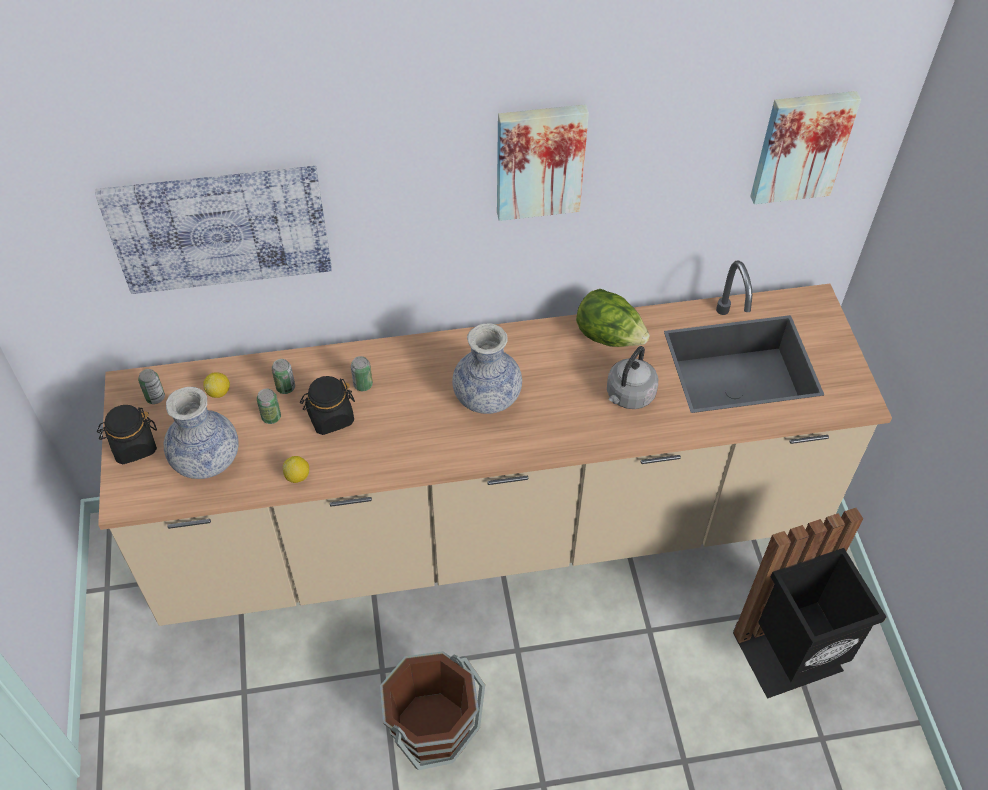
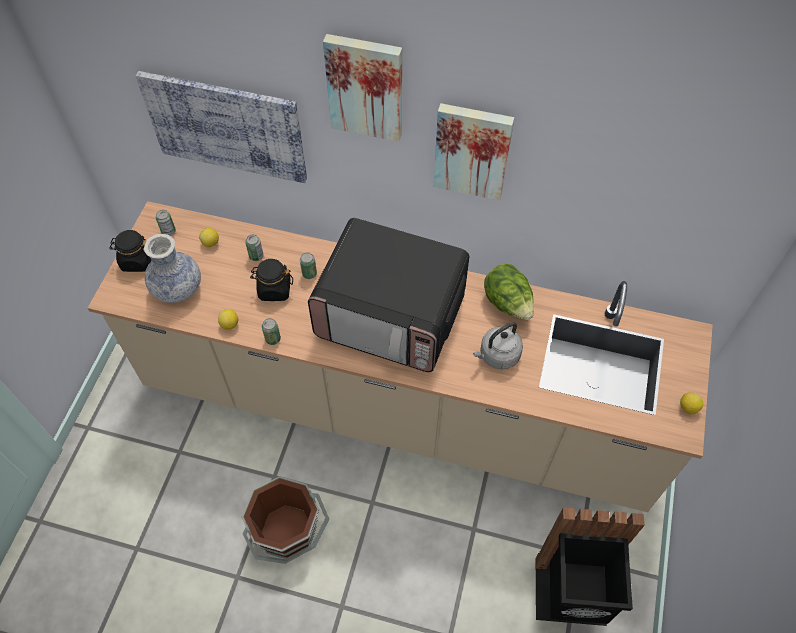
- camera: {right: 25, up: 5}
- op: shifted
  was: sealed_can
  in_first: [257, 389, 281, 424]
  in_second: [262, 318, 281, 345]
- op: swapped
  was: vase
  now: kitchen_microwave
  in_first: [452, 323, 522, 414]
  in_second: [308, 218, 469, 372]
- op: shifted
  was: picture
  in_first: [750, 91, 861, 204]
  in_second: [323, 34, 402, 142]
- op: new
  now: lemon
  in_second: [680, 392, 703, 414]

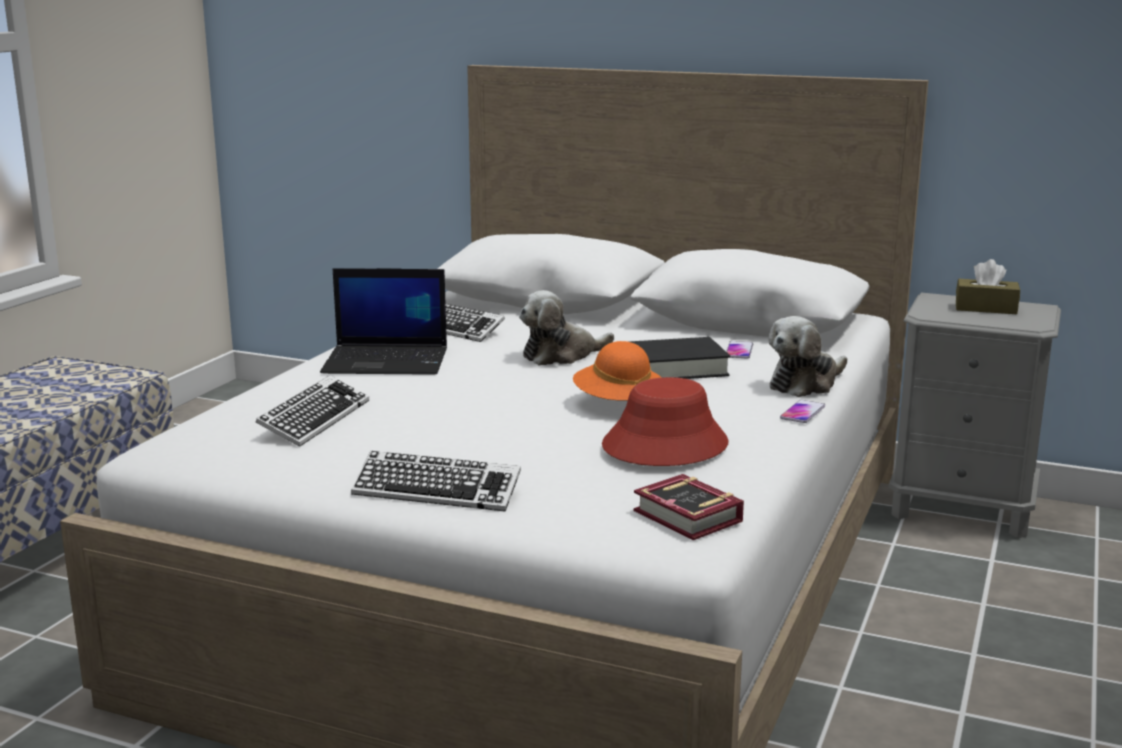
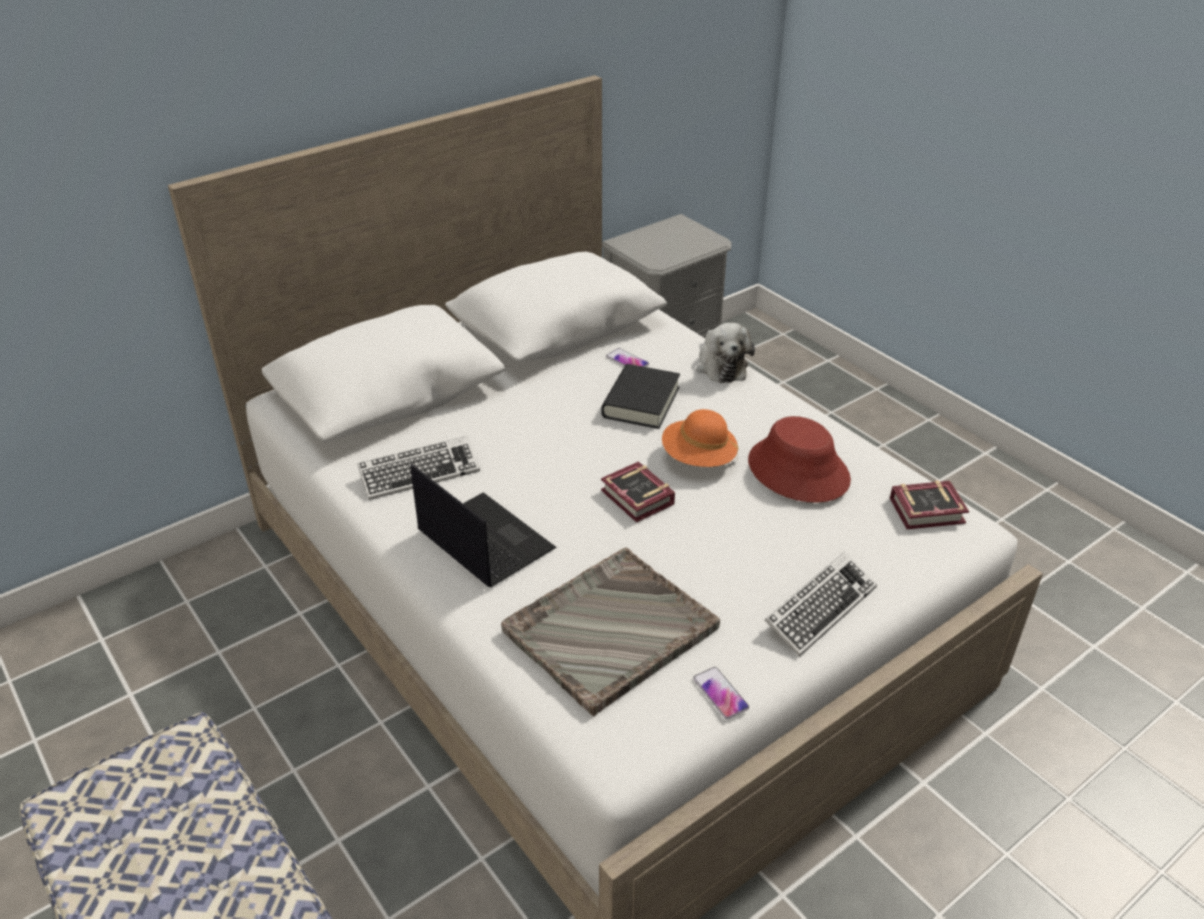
- camera: {right: -60, up: 20}
- op: swapped
  was: keyboard
  now: gray_serving_tray
  in_first: [256, 375, 369, 447]
  in_second: [501, 548, 720, 716]
- op: rotated
  was: laptop
  in_first: [320, 268, 447, 375]
  in_second: [410, 464, 556, 587]
  clockwise: -75
- op: gone
  was: cuddly_toy
  in_first: [519, 290, 614, 365]
- op: shifted
  was: telephone
  in_first: [780, 400, 825, 423]
  in_second: [693, 667, 749, 719]
- op: gone
  was: brownish_tissue_holder
  in_first: [956, 259, 1020, 314]
- op: new
  now: volume
  in_second: [601, 461, 675, 523]

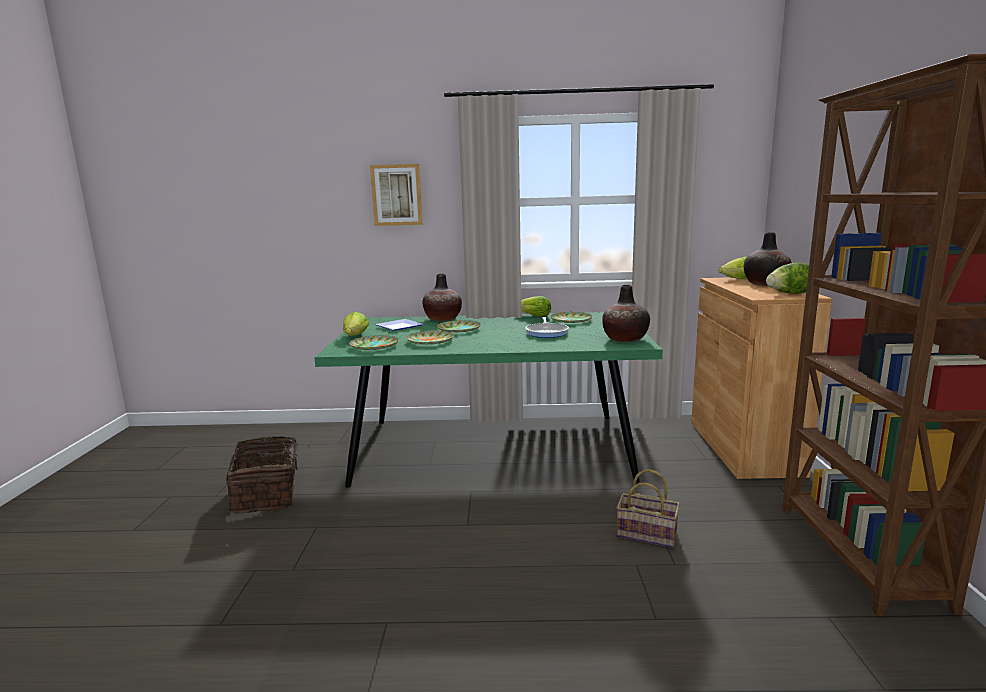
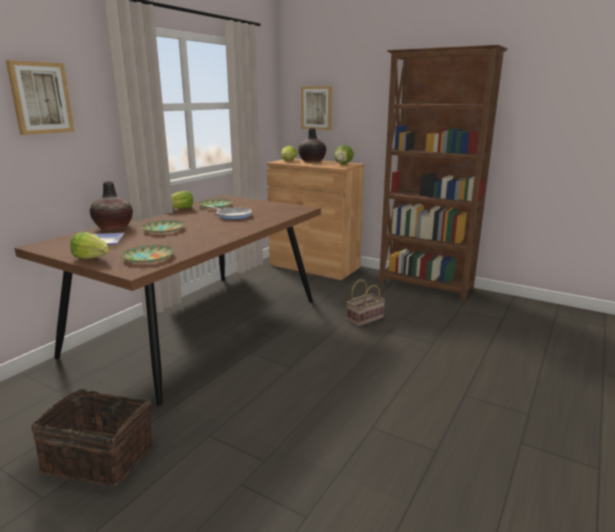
- camera: {right: -60, up: 5}
- op: repainted
  was: greenish_kitchen_table
  now: brownish_kitchen_table
  in_first: [314, 312, 663, 488]
  in_second: [14, 195, 321, 406]
- op: gone
  was: dinner_plate
  in_first: [406, 331, 454, 345]
- op: gone
  was: vase
  in_first: [602, 285, 650, 342]
- op: new
  now: picture
  in_second: [301, 86, 332, 130]

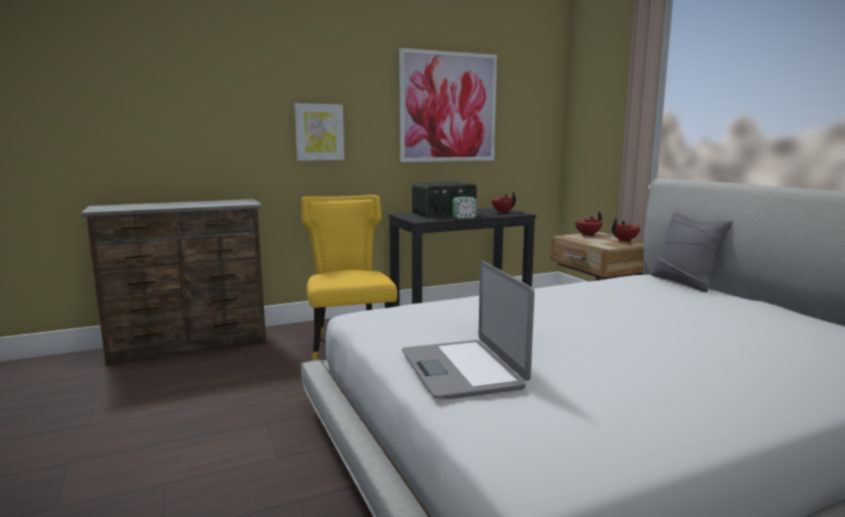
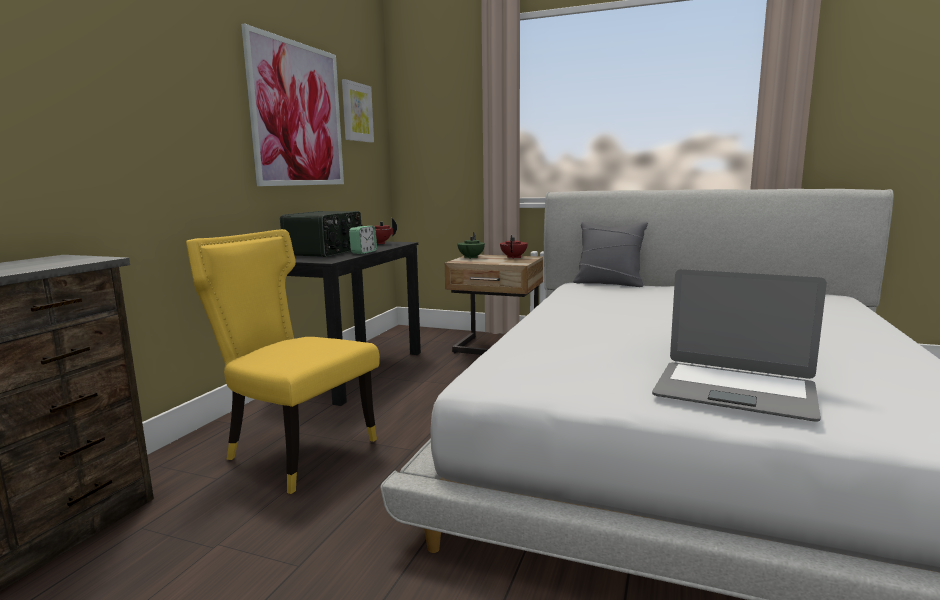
- camera: {right: -45, up: 0}
- op: shifted
  was: picture
  in_first: [294, 103, 344, 161]
  in_second: [342, 79, 374, 142]
- op: repainted
  was: red_pot_for_tea
  now: greenish_pot_for_tea
  in_first: [574, 211, 603, 236]
  in_second: [457, 232, 485, 259]

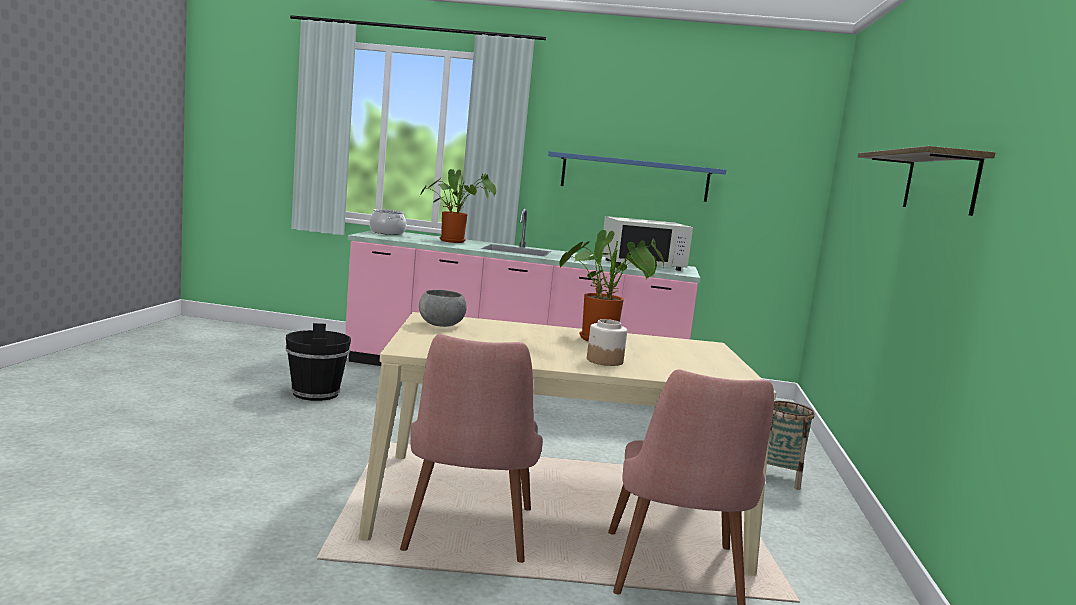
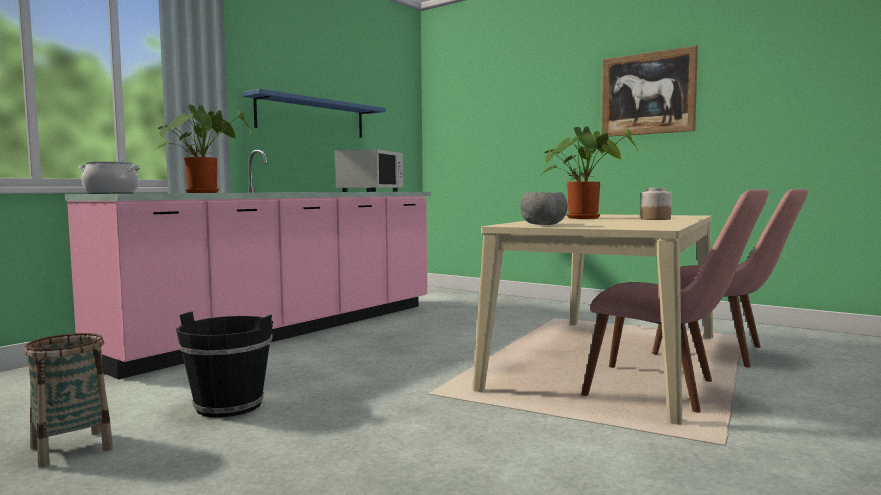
- camera: {right: -60, up: -5}
- op: shifted
  was: basket
  in_first: [767, 401, 815, 490]
  in_second: [24, 333, 113, 467]
- op: swapped
  was: bracket_shelf
  now: picture
  in_first: [858, 146, 995, 216]
  in_second: [602, 46, 698, 137]

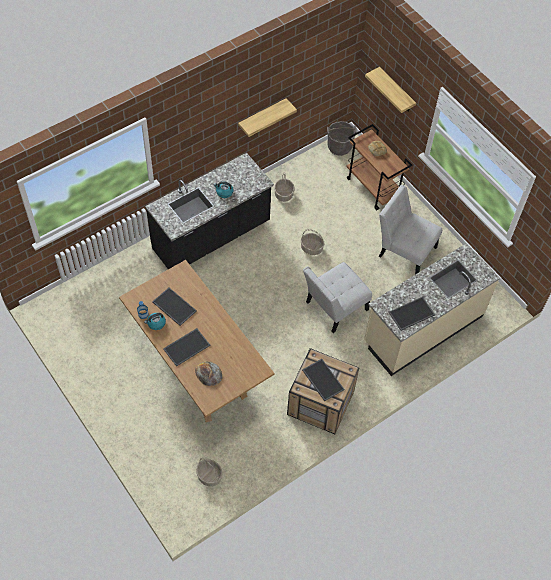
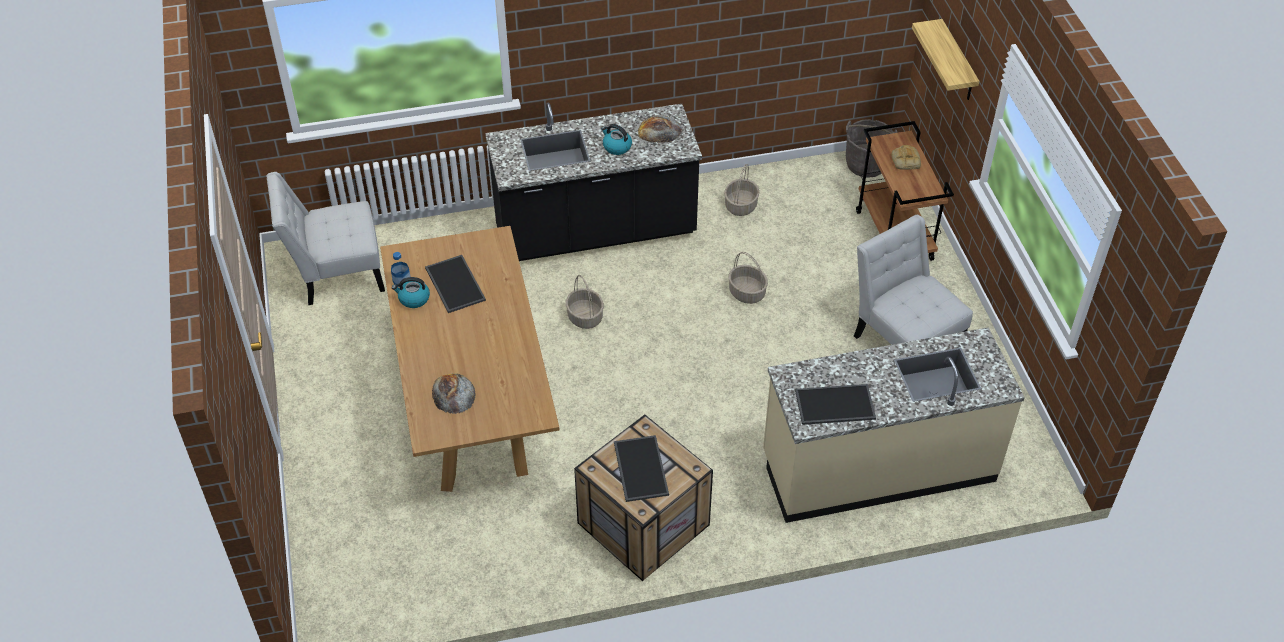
- camera: {right: 25, up: -10}
- op: gone
  was: serving_tray
  in_first: [163, 328, 210, 367]
- op: shifted
  was: basket
  in_first: [196, 458, 222, 487]
  in_second: [566, 275, 604, 329]
- op: gone
  was: bracket_shelf
  in_first: [238, 98, 297, 137]
- op: shifted
  was: whitish_plain_chair
  in_first: [303, 262, 372, 333]
  in_second: [267, 172, 385, 305]
- op: new
  now: bread
  in_second: [638, 115, 682, 143]

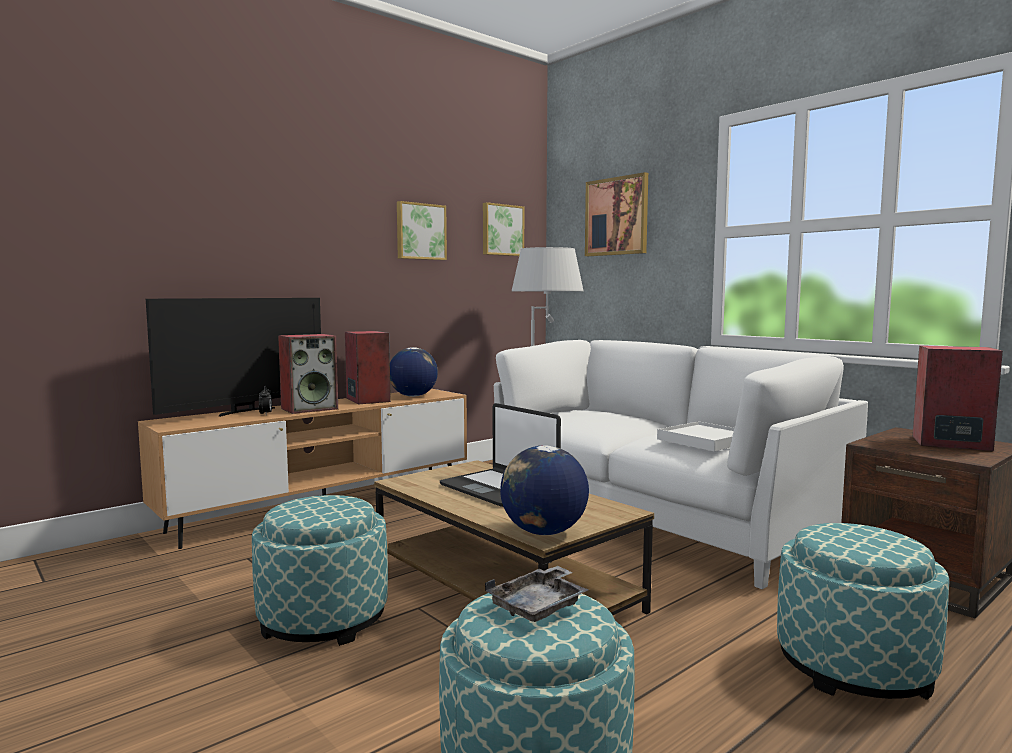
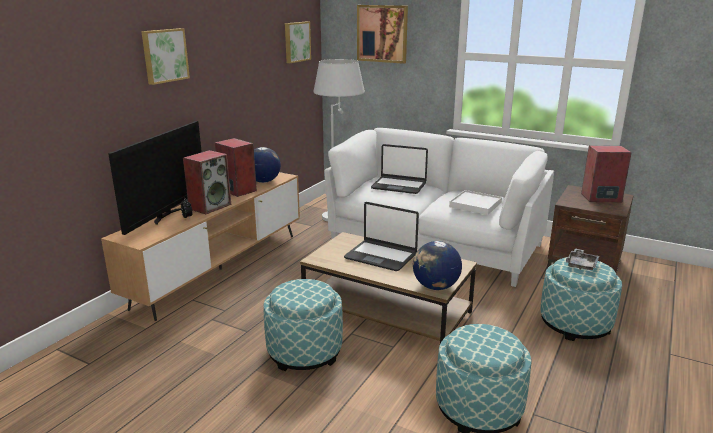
- camera: {right: -20, up: 15}
- op: shifted
  was: picture
  in_first: [397, 201, 447, 260]
  in_second: [141, 28, 190, 85]
- op: shifted
  was: gray_serving_tray
  in_first: [485, 566, 589, 622]
  in_second: [566, 248, 599, 270]
- op: new
  now: laptop
  in_second: [371, 144, 428, 194]

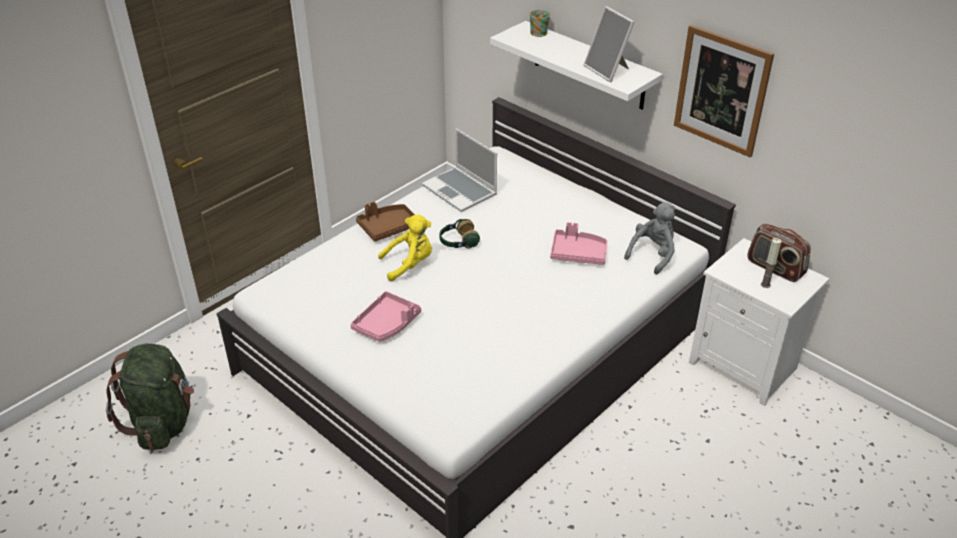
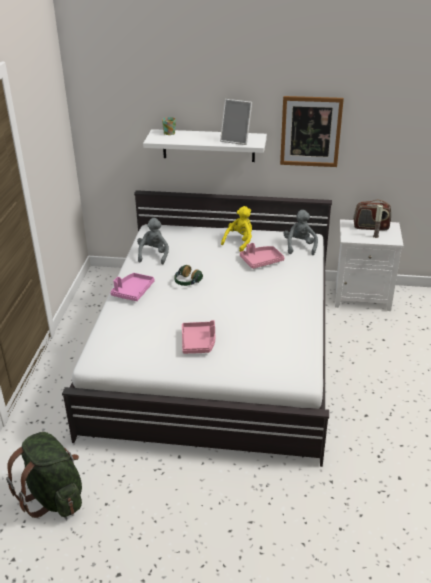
- camera: {right: -35, up: -5}
- op: repainted
  was: brownish_serving_tray
  now: pink-coloured_serving_tray
  in_first: [356, 202, 415, 242]
  in_second: [110, 273, 154, 301]
- op: shifted
  was: yellowish_cuddly_toy
  in_first: [378, 214, 432, 281]
  in_second: [221, 206, 252, 252]
- op: swapped
  was: laptop
  now: gray_cuddly_toy
  in_first: [422, 128, 497, 212]
  in_second: [137, 218, 169, 264]

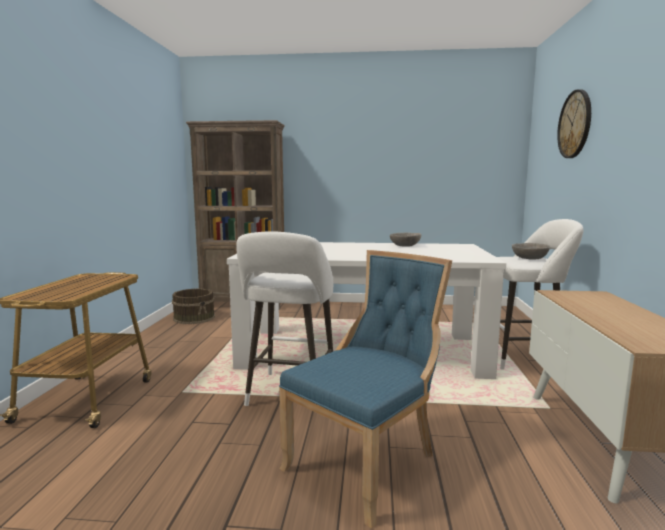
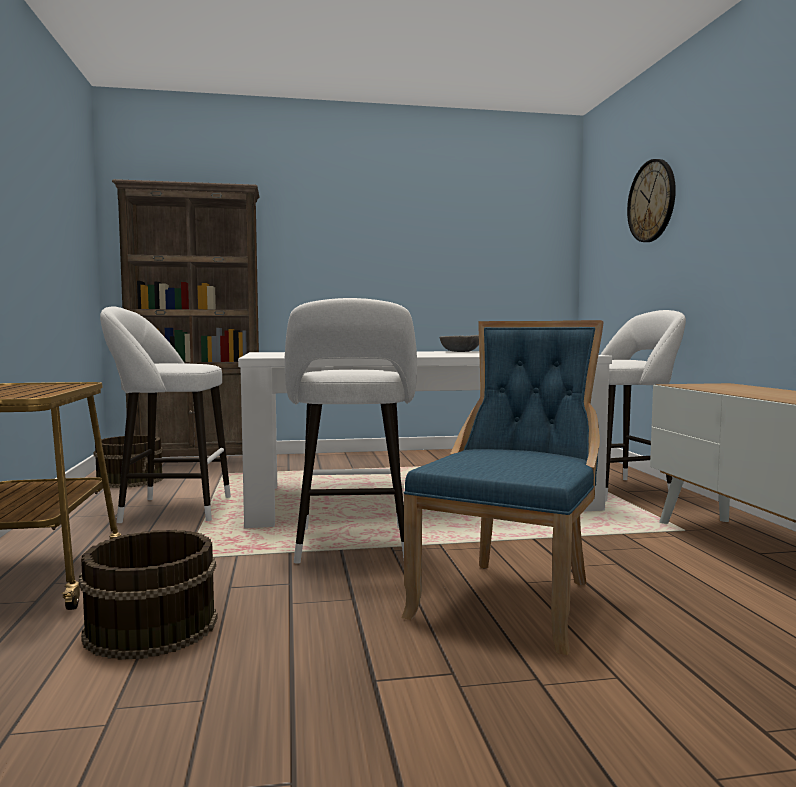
- camera: {right: -15, up: -5}
- op: gone
  was: gray_serving_bowl
  in_first: [512, 243, 550, 259]
- op: new
  now: brownish_water_bucket
  in_second: [79, 530, 218, 660]
- op: new
  now: whitish_sitting_stool
  in_second: [100, 306, 231, 523]

